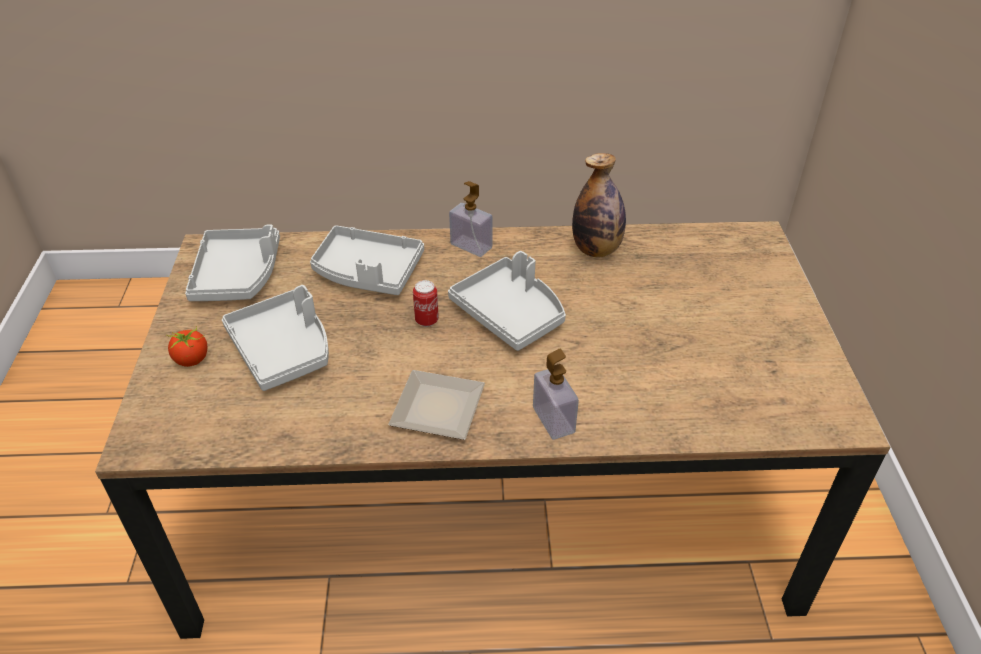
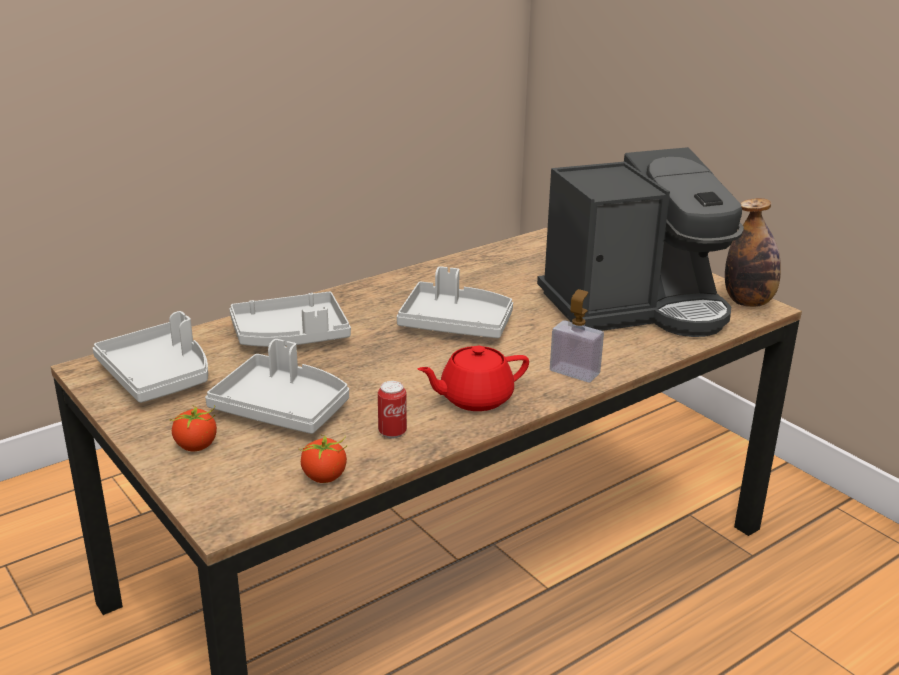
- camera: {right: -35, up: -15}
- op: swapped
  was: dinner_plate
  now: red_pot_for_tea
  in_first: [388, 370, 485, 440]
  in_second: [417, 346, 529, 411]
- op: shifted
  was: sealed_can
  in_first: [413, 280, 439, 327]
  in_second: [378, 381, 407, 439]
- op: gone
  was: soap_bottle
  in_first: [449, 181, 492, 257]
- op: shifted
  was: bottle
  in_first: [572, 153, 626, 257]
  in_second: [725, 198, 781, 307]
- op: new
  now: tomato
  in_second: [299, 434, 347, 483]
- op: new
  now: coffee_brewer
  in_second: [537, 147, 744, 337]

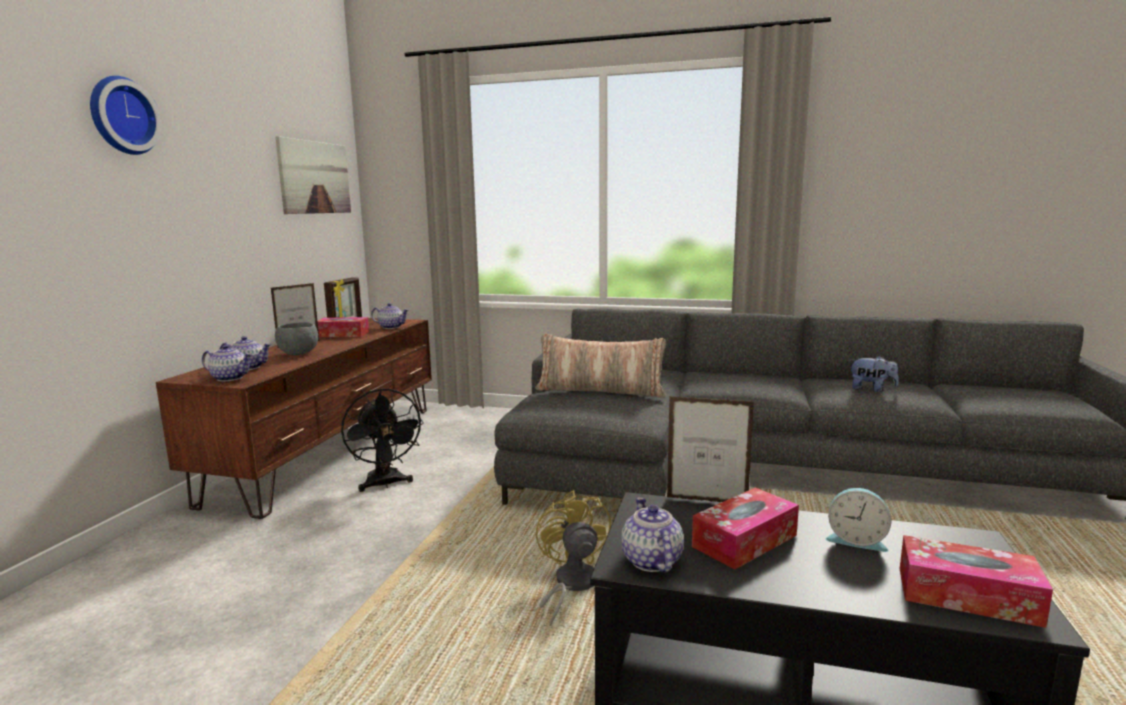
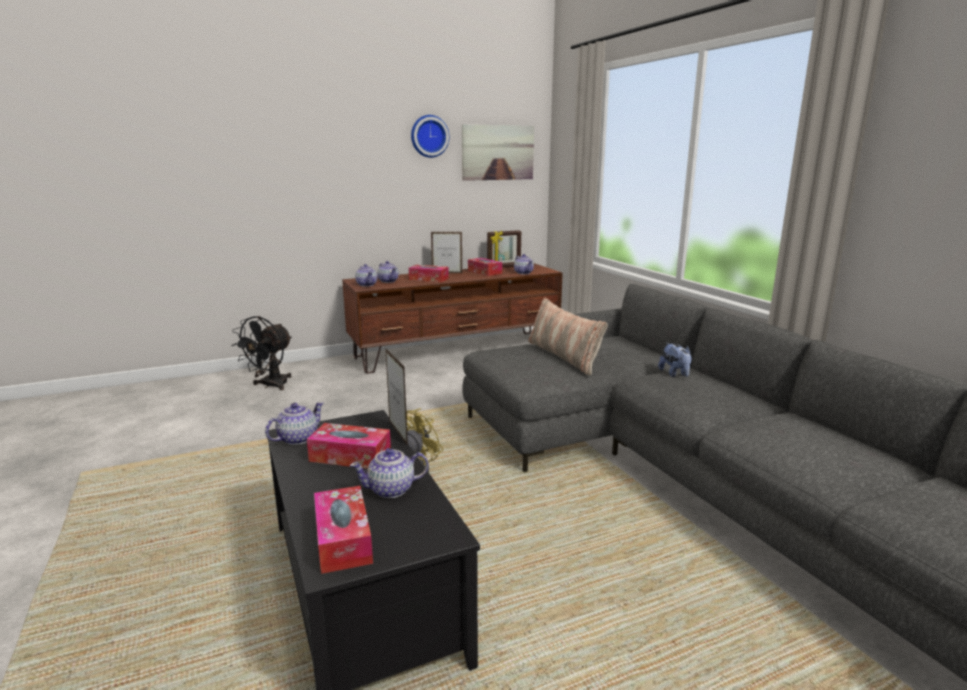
- camera: {right: 50, up: 5}
- op: shifted
  was: clock_on_the_wall
  in_first: [90, 76, 162, 155]
  in_second: [411, 115, 449, 158]
- op: swapped
  was: gray_serving_bowl
  now: tissue_holder
  in_first: [275, 322, 318, 355]
  in_second: [409, 265, 449, 282]
- op: shifted
  was: blackish_cooling_fan
  in_first: [341, 388, 424, 492]
  in_second: [231, 316, 292, 390]
- op: swapped
  was: bedside_clock
  now: pot_for_tea
  in_first: [826, 488, 891, 552]
  in_second: [350, 448, 429, 498]
- op: shifted
  was: cuddly_toy
  in_first: [849, 356, 899, 392]
  in_second: [658, 343, 692, 377]

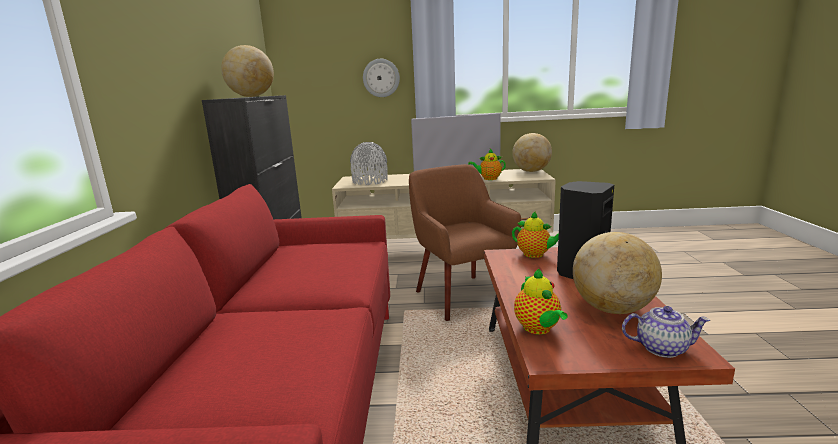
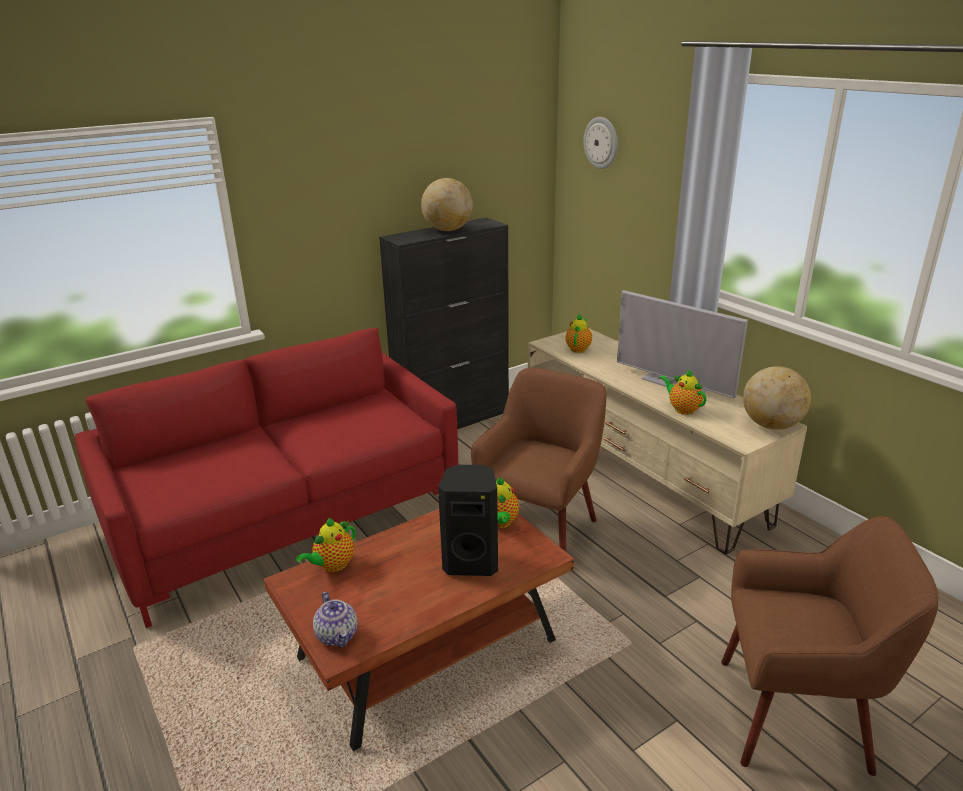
- camera: {right: 55, up: 10}
- op: swapped
  was: gray_vase
  now: pot_for_tea
  in_first: [350, 142, 388, 185]
  in_second: [565, 314, 592, 353]
- op: shifted
  was: clock_on_the_wall
  in_first: [363, 59, 400, 97]
  in_second: [584, 117, 618, 169]
- op: gone
  was: desk_globe
  in_first: [573, 232, 662, 314]
- op: new
  now: brownish_easy_chair
  in_second: [721, 516, 938, 776]

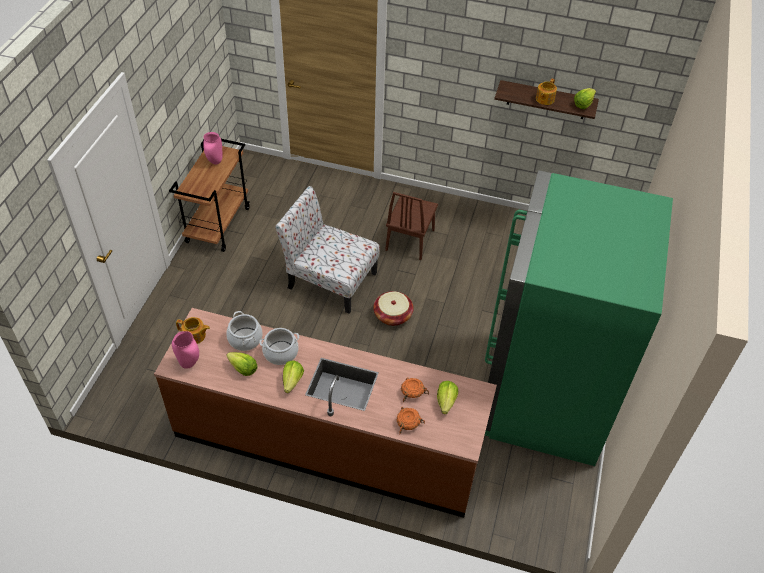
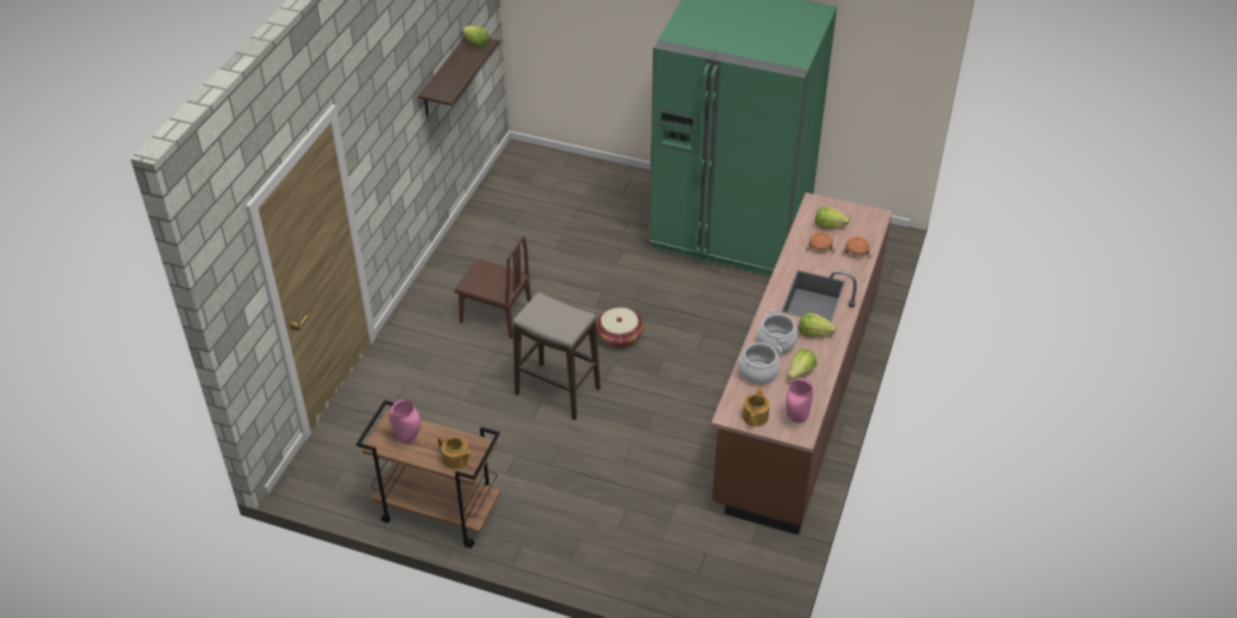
- camera: {right: -85, up: -5}
- op: swapped
  was: plain_chair
  now: sitting_stool
  in_first: [275, 186, 380, 314]
  in_second: [513, 292, 601, 420]
- op: shifted
  was: pot_for_tea
  in_first: [536, 78, 557, 105]
  in_second: [438, 435, 472, 469]

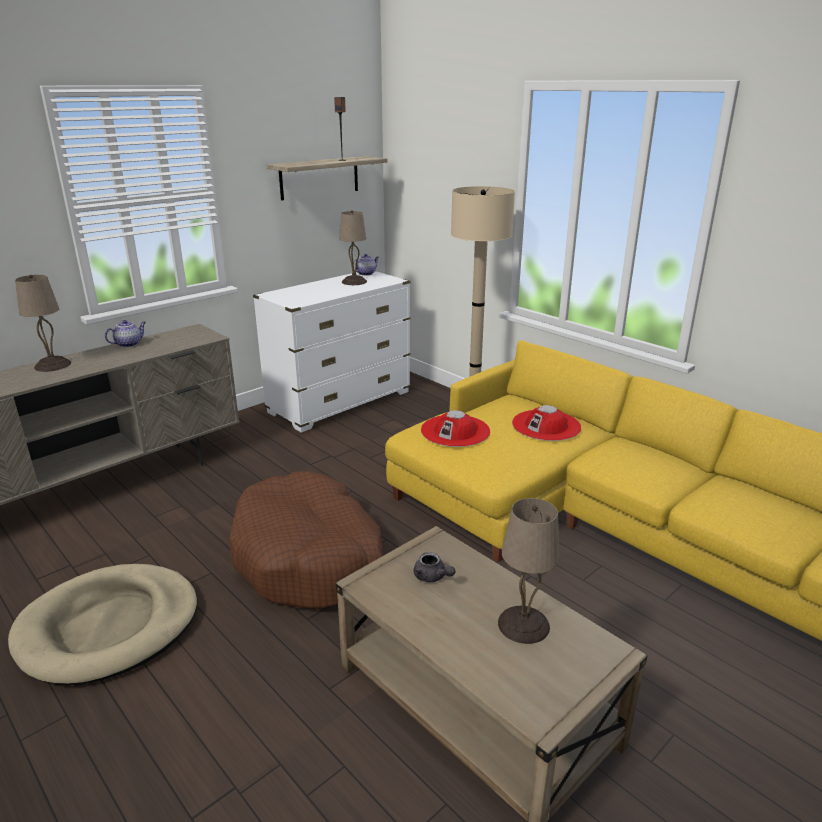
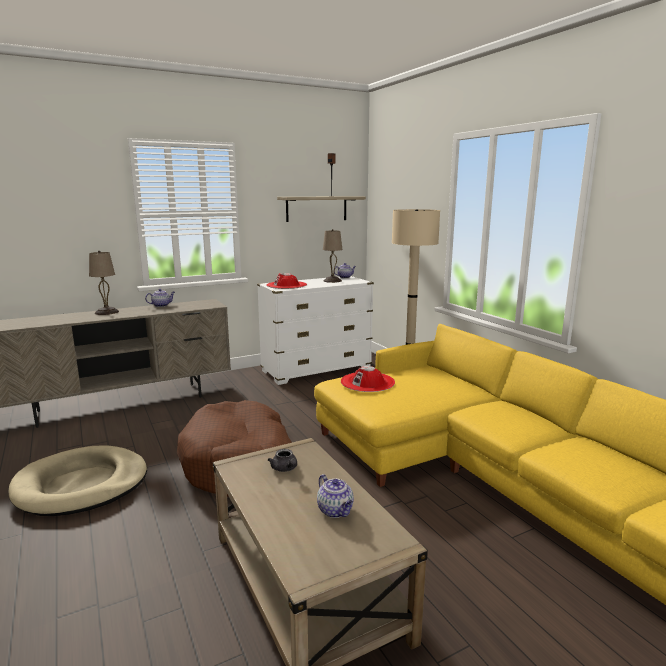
- camera: {right: 15, up: -10}
- op: swapped
  was: beige_table_lamp
  now: pot_for_tea
  in_first: [498, 498, 560, 644]
  in_second: [317, 474, 354, 518]
- op: shifted
  was: red_hat
  in_first: [512, 405, 581, 441]
  in_second: [266, 273, 307, 289]

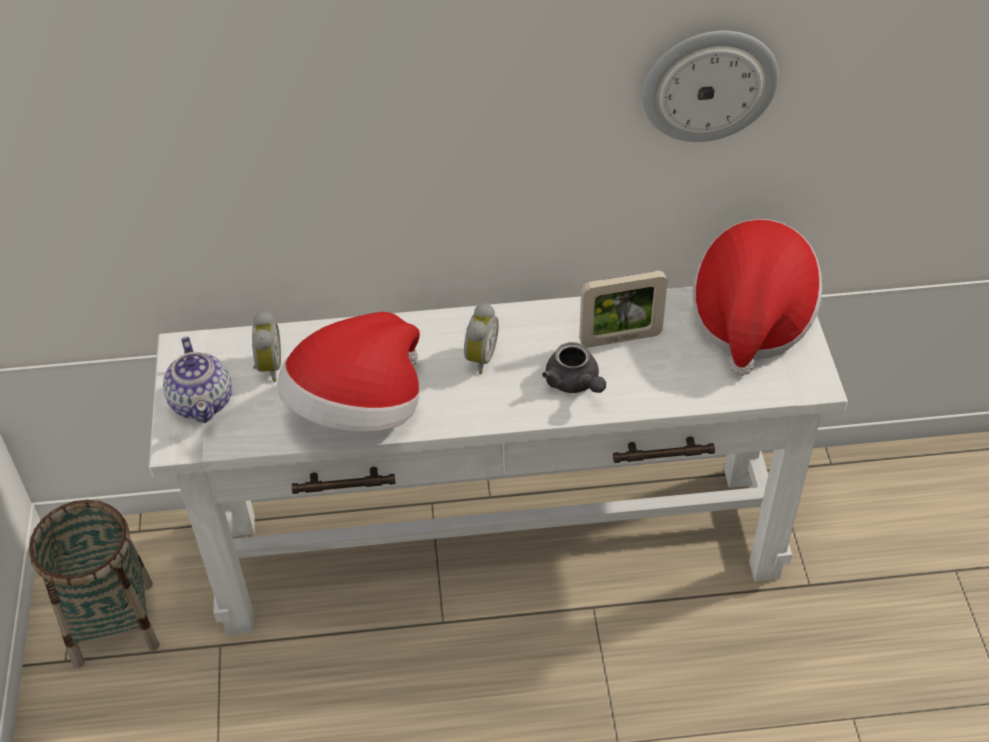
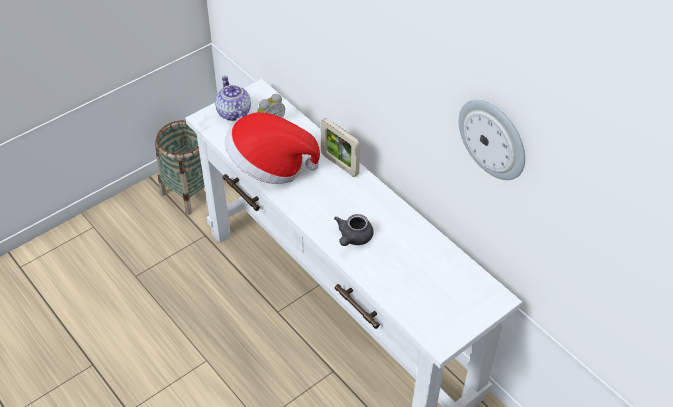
- camera: {right: 55, up: 0}
- op: rotated
  was: pot_for_tea
  in_first: [163, 337, 232, 423]
  in_second: [215, 76, 251, 121]
  clockwise: 120
- op: gone
  was: bedside_clock
  in_first: [464, 303, 499, 374]
- op: shifted
  was: photo_frame
  in_first: [579, 271, 668, 348]
  in_second: [321, 118, 360, 177]
- op: gone
  was: hat
  in_first: [692, 219, 822, 376]

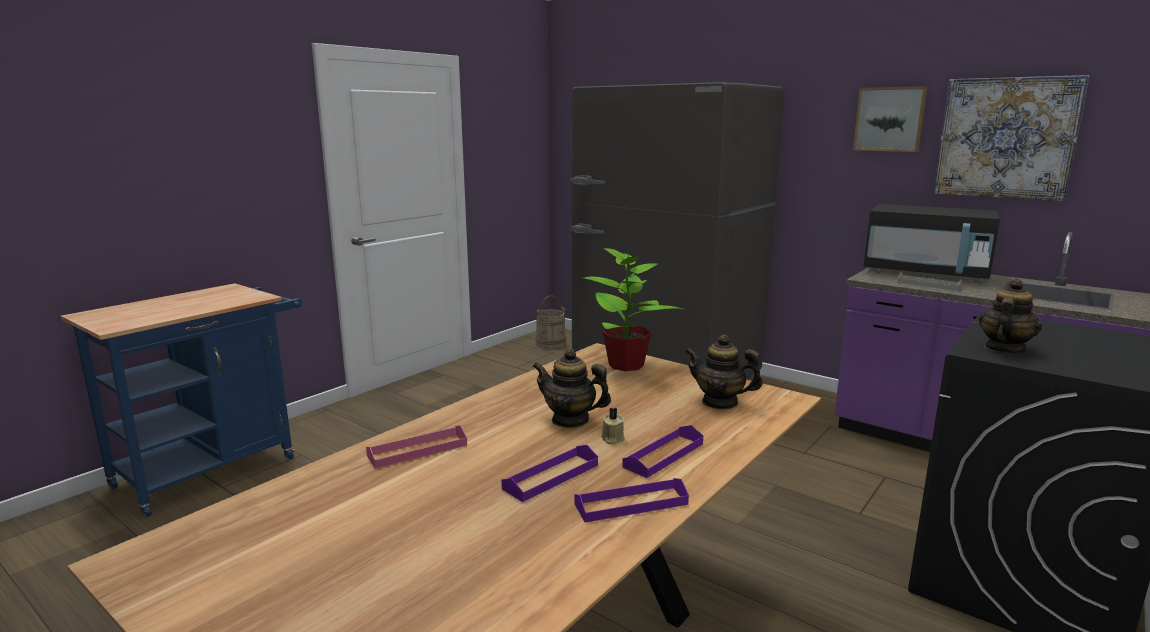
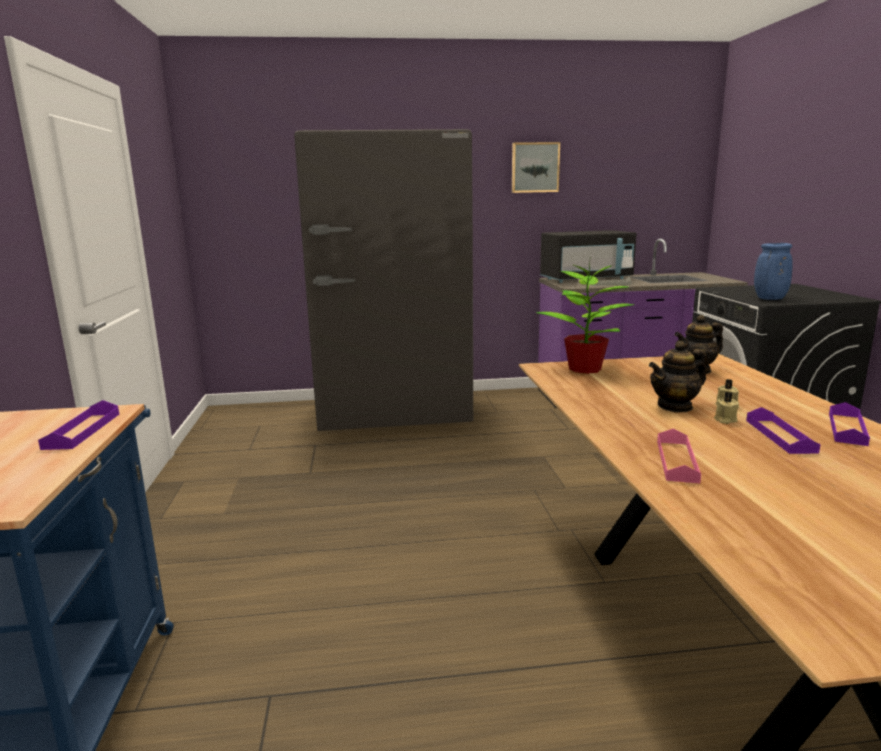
- camera: {right: -45, up: 0}
- op: gone
  was: beige_water_bucket
  in_first: [535, 295, 566, 349]
- op: shifted
  was: purplish_serving_tray
  in_first: [622, 425, 703, 478]
  in_second: [38, 400, 119, 450]
- op: gone
  was: picture
  in_first: [933, 75, 1090, 201]
- op: swapped
  was: pot_for_tea
  now: blue-coloured_vase
  in_first: [979, 279, 1042, 353]
  in_second: [754, 243, 793, 300]
- op: new
  now: beige_candle
  in_second: [714, 392, 739, 424]

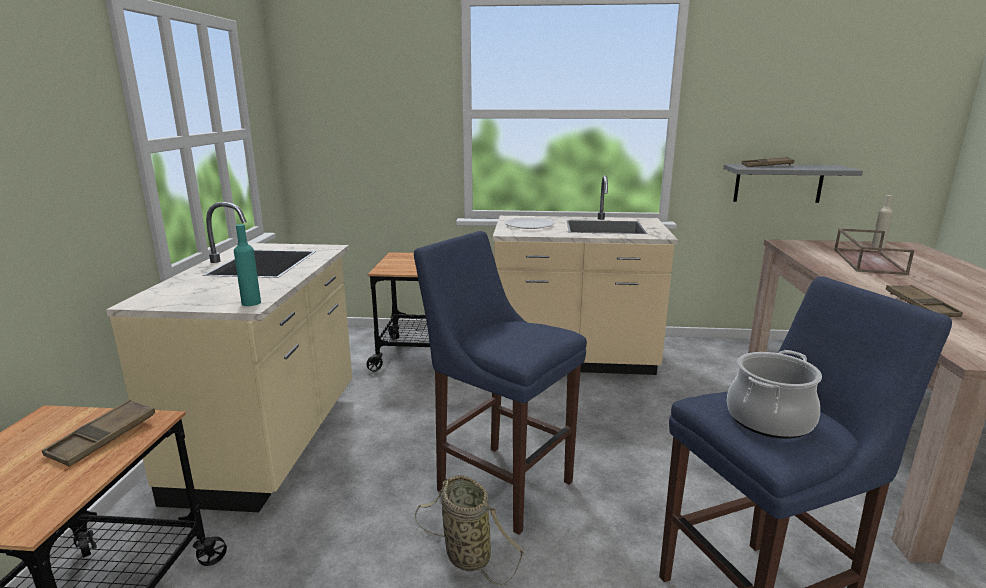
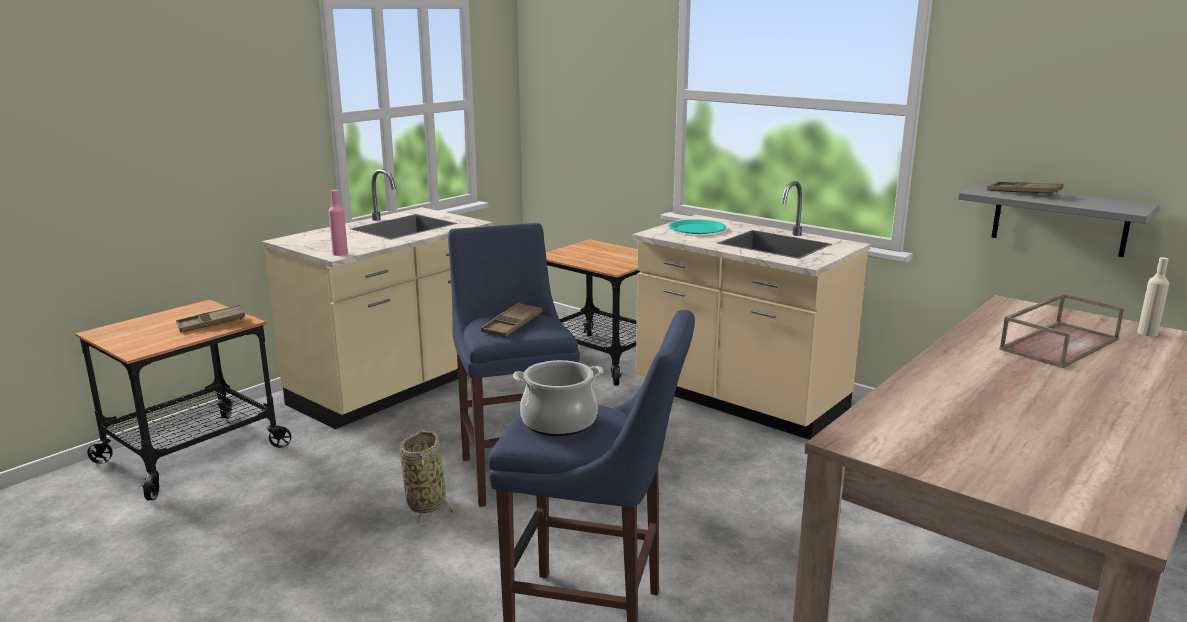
- camera: {right: 35, up: 0}
- op: repainted
  was: turquoise_bottle
  now: pink-coloured_bottle
  in_first: [234, 224, 261, 306]
  in_second: [328, 190, 348, 256]
- op: repainted
  was: whitish_dinner_plate
  now: turquoise_dinner_plate
  in_first: [505, 217, 554, 229]
  in_second: [668, 219, 726, 234]
- op: shifted
  was: brownish_serving_tray
  in_first: [886, 285, 963, 317]
  in_second: [481, 302, 543, 337]

